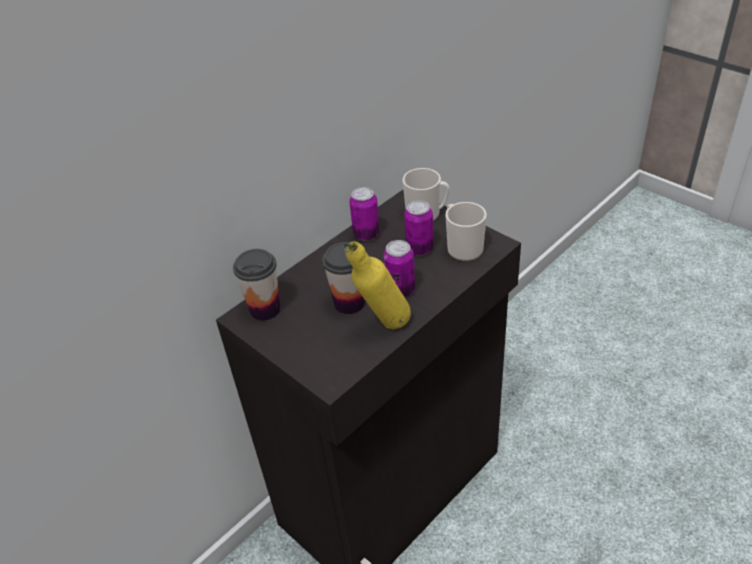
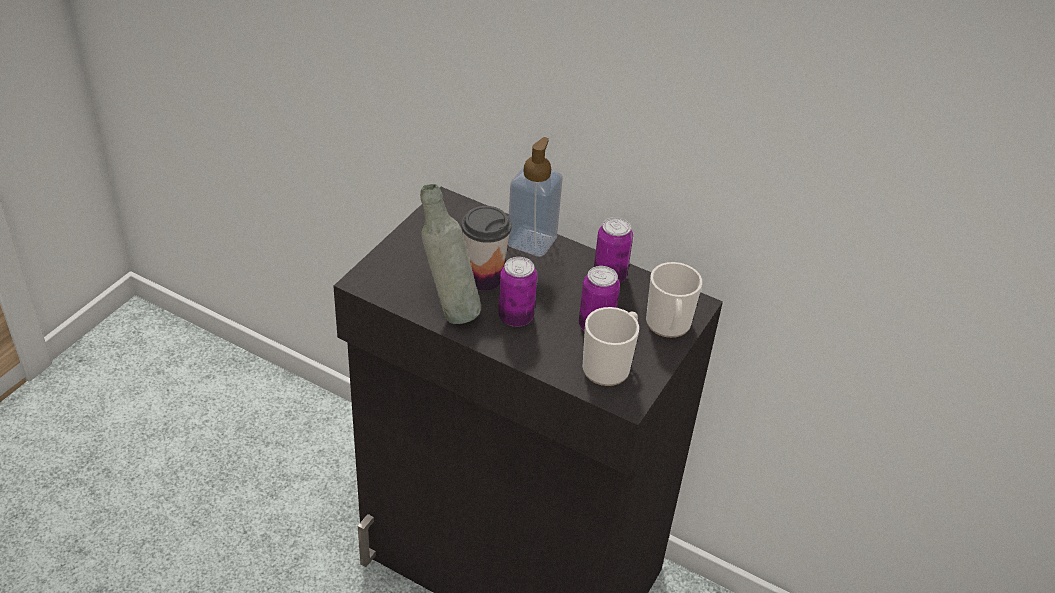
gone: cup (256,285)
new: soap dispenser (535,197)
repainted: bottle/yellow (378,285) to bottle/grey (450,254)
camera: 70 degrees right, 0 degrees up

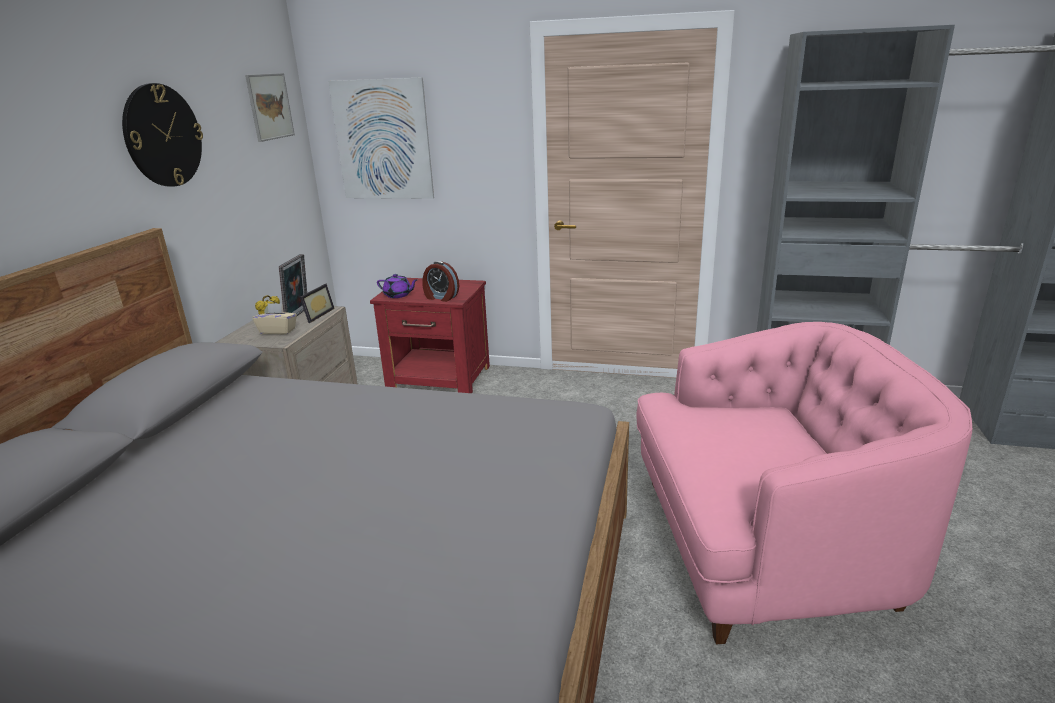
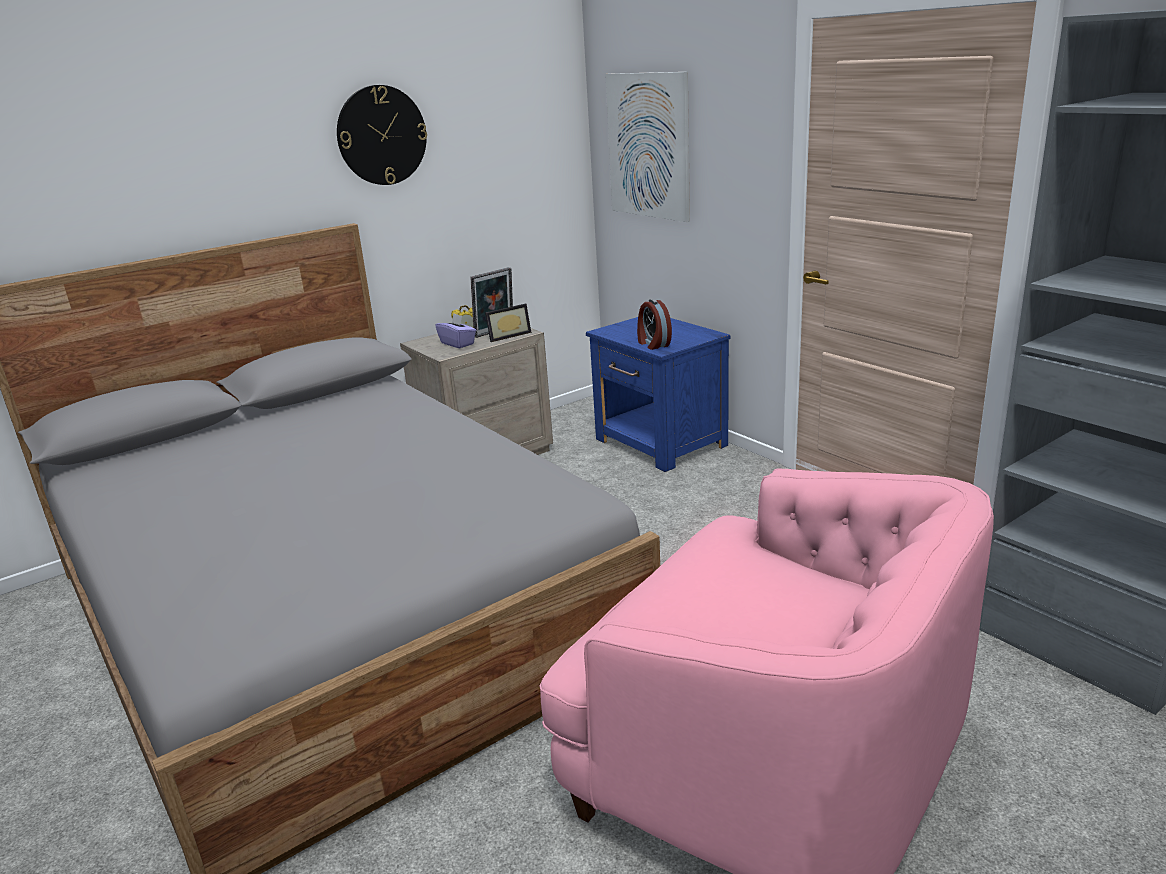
gone: picture (270,107); teapot/purple (397,286)
repainted: nightstand/red (430,335) to nightstand/blue (658,394); tissue box/beige (275,318) to tissue box/purple (455,330)
camera: 40 degrees right, 0 degrees up

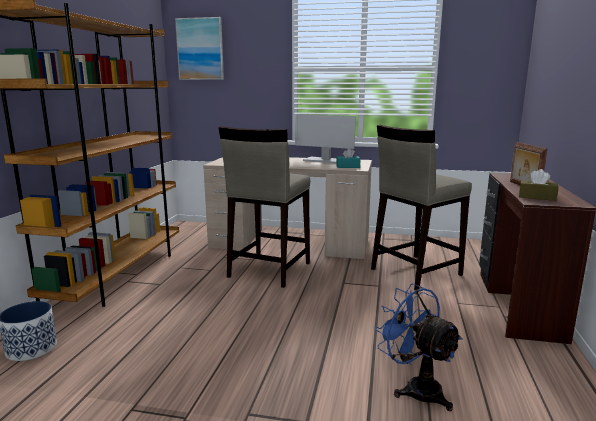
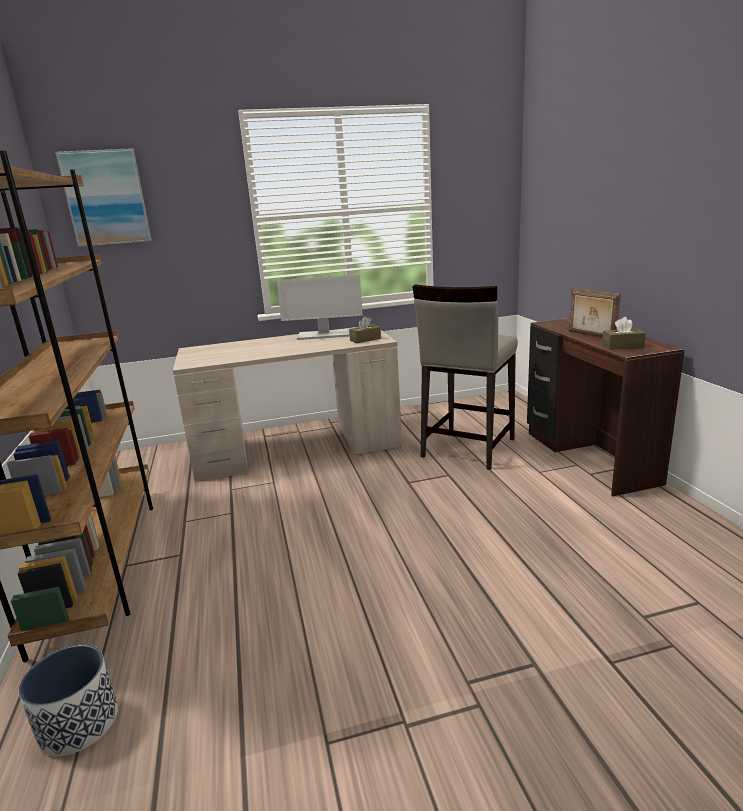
gone: stool/beige (264,207); fan/blue (419,347)
repainted: tissue box/turquoise (348,158) to tissue box/brown (365,329)
camera: 25 degrees left, 5 degrees up

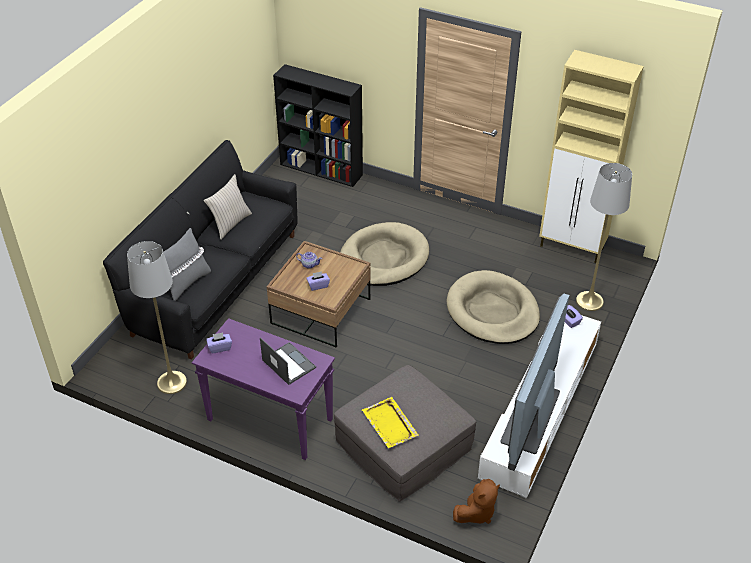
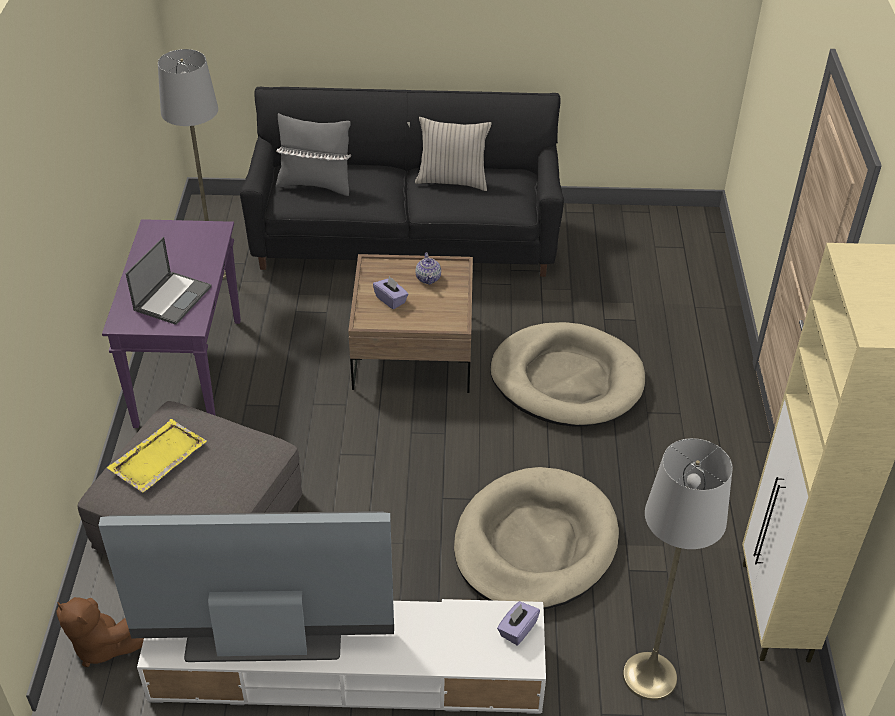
gone: bookcase/black (318,125); tissue box/purple (219,343)
camera: 65 degrees right, 0 degrees up

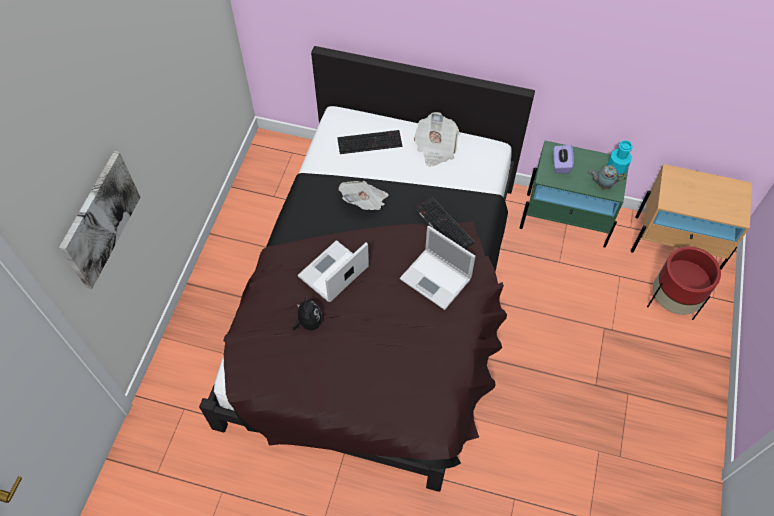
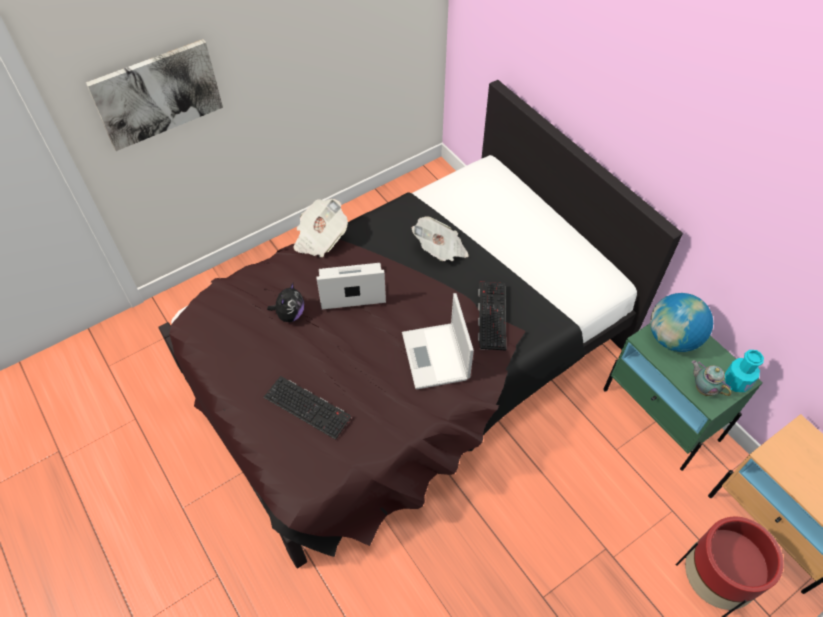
shifted: newspaper (436,139) to (320,228); keyboard (370,142) to (307,408)
swapped: tissue box/purple (563,159) to globe (681,322)
camera: 40 degrees right, 5 degrees down

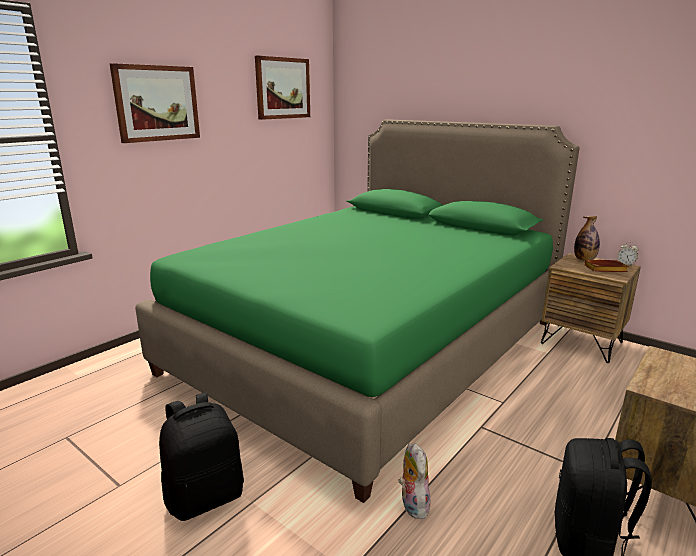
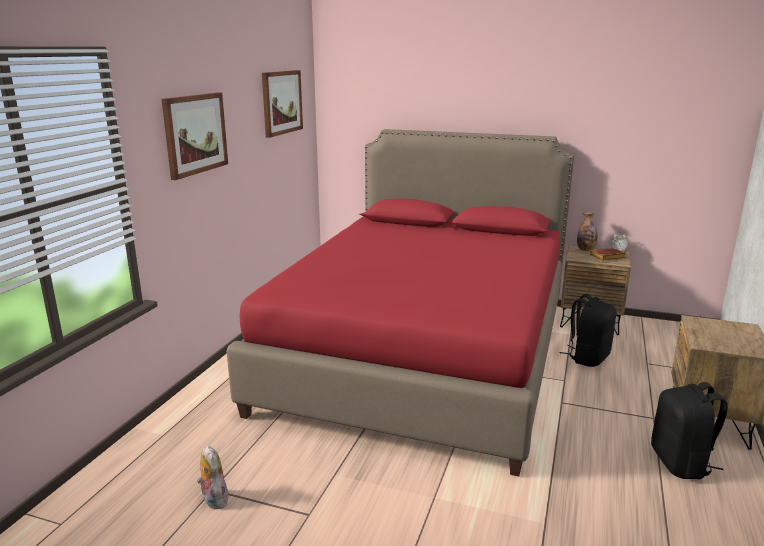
shifted: backpack/black (201,456) to (588,330); plush toy (414,481) to (212,477)
repainted: bed/green (357,311) to bed/red (400,303)
camera: 20 degrees left, 0 degrees up

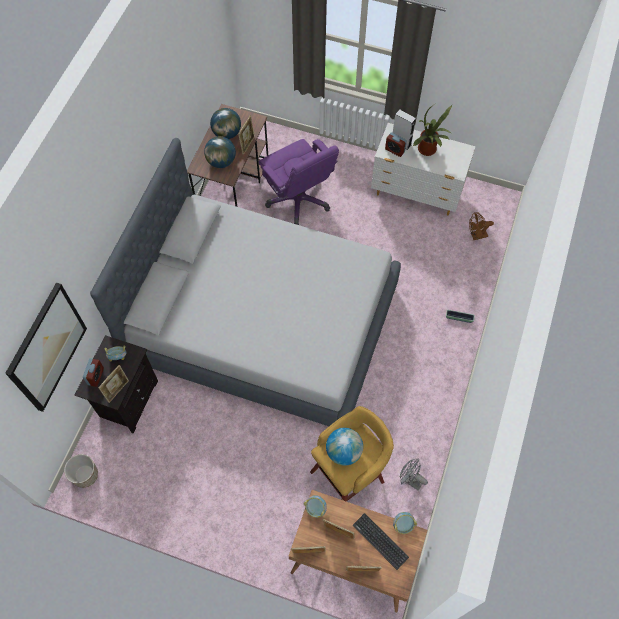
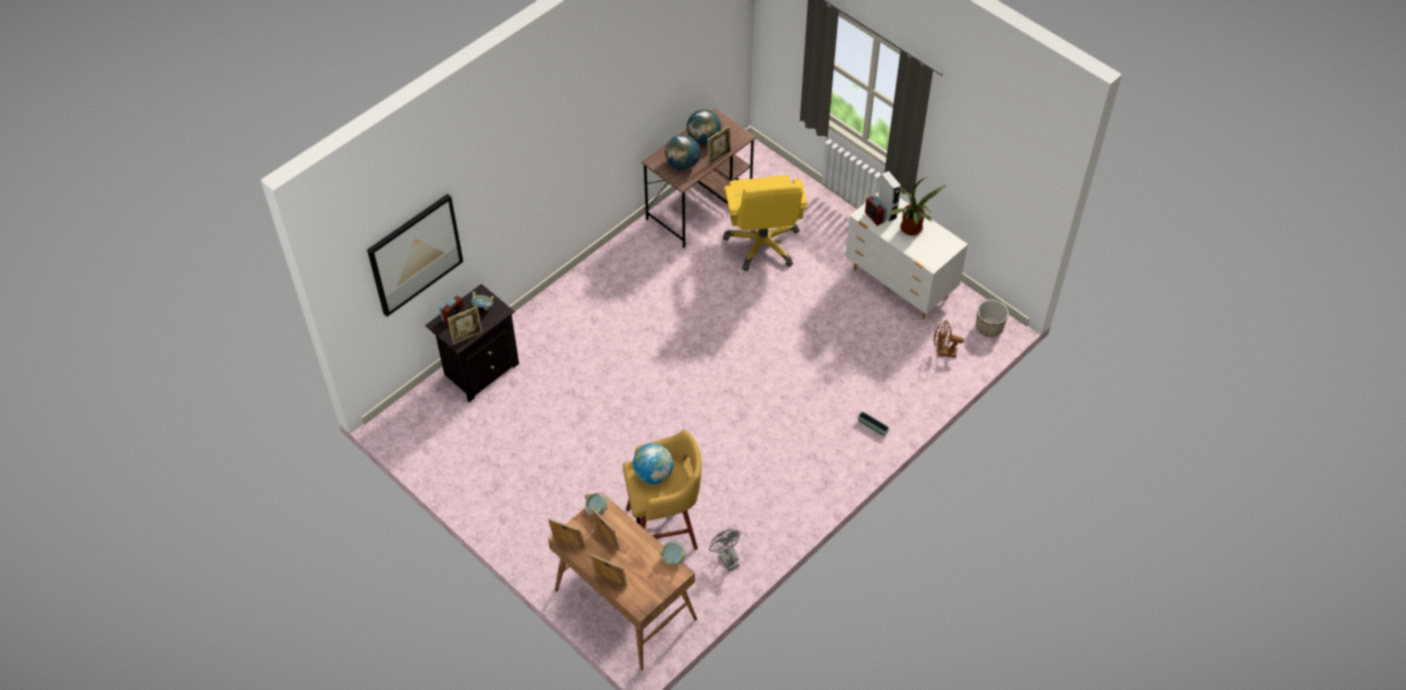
gone: bed/grey (245,282); keyboard (381,541)
shifted: planter (81,471) to (992,318)
repainted: office chair/purple (299,182) to office chair/yellow (765,223)
camera: 25 degrees right, 10 degrees down

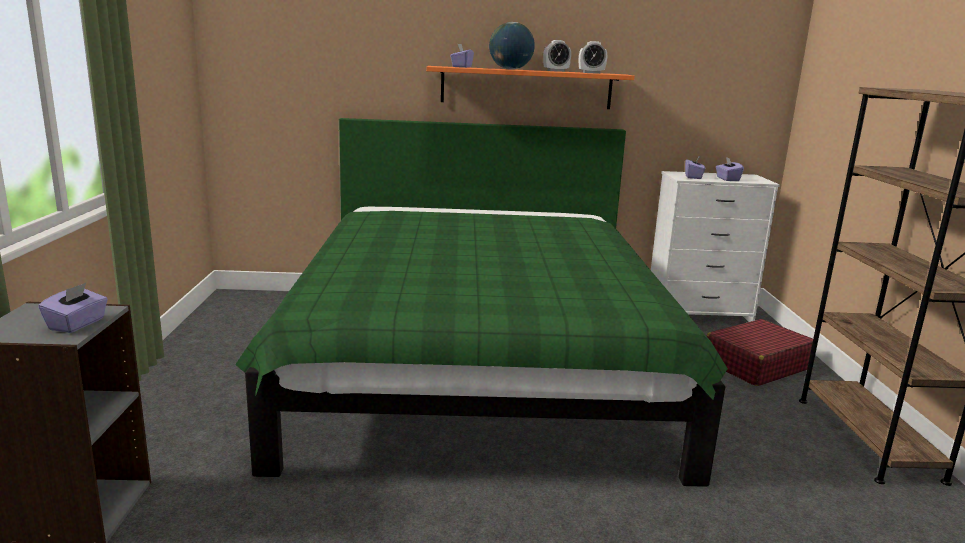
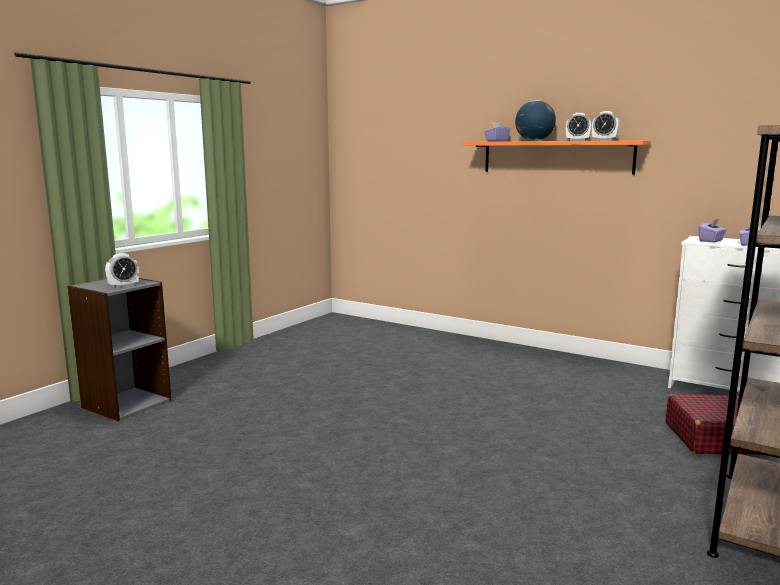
gone: bed/green (481,302)
swapped: tissue box/purple (73,308) to alarm clock (122,270)
camera: 35 degrees right, 5 degrees down

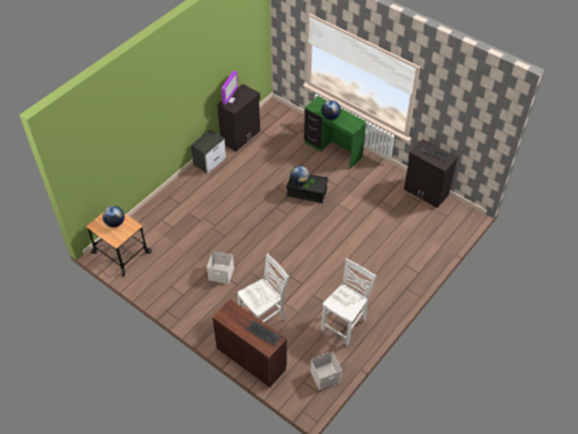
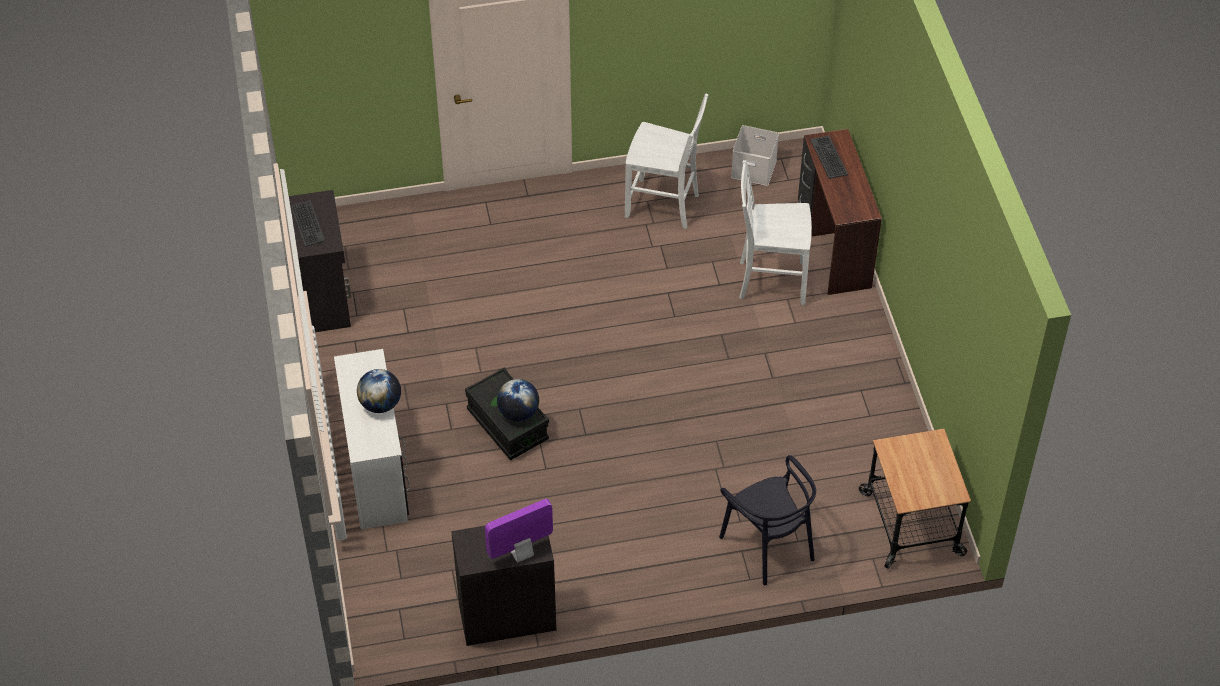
gone: nightstand (208,151); globe (114,216); storage box/white (220,267)
new: chair/black (767,520)
repainted: desk/green (335,132) to desk/white (372,439)
rotated: chair/white (348,302) = (666,161) 150 degrees counterclockwise
camera: 140 degrees left, 0 degrees up

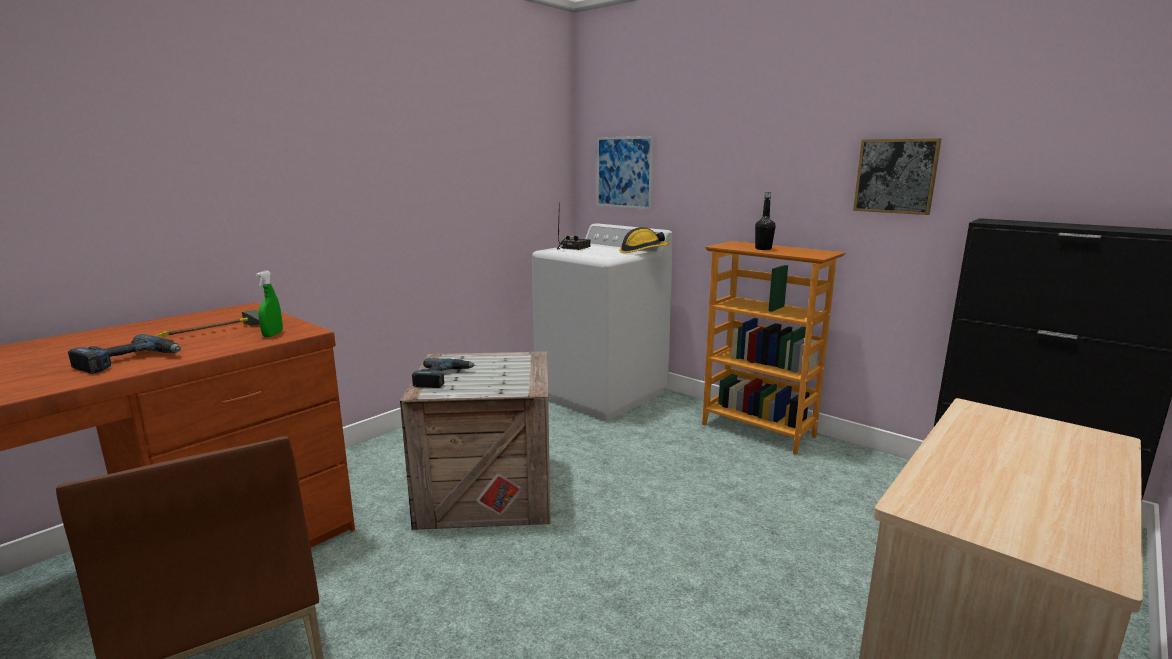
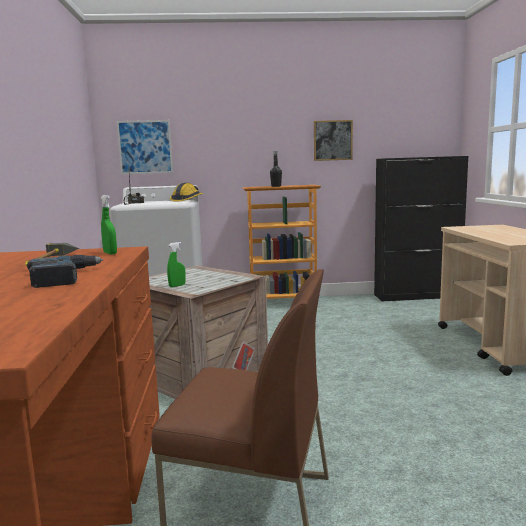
swapped: power drill (443,373) to spray bottle/green (176,264)
camera: 45 degrees left, 5 degrees down

